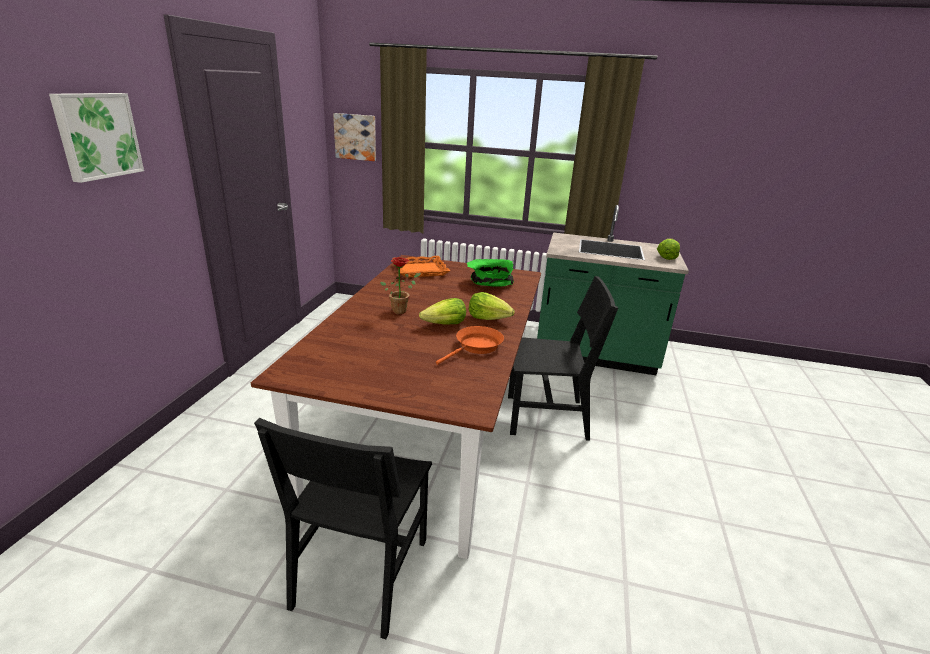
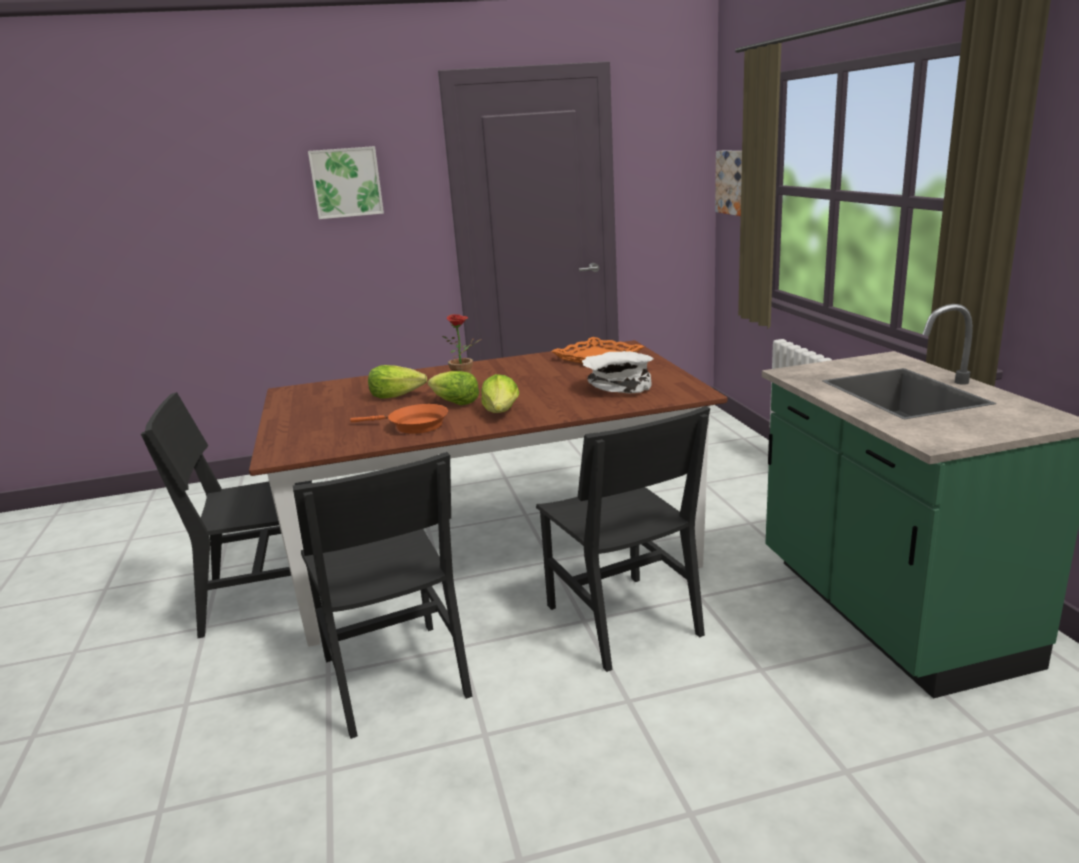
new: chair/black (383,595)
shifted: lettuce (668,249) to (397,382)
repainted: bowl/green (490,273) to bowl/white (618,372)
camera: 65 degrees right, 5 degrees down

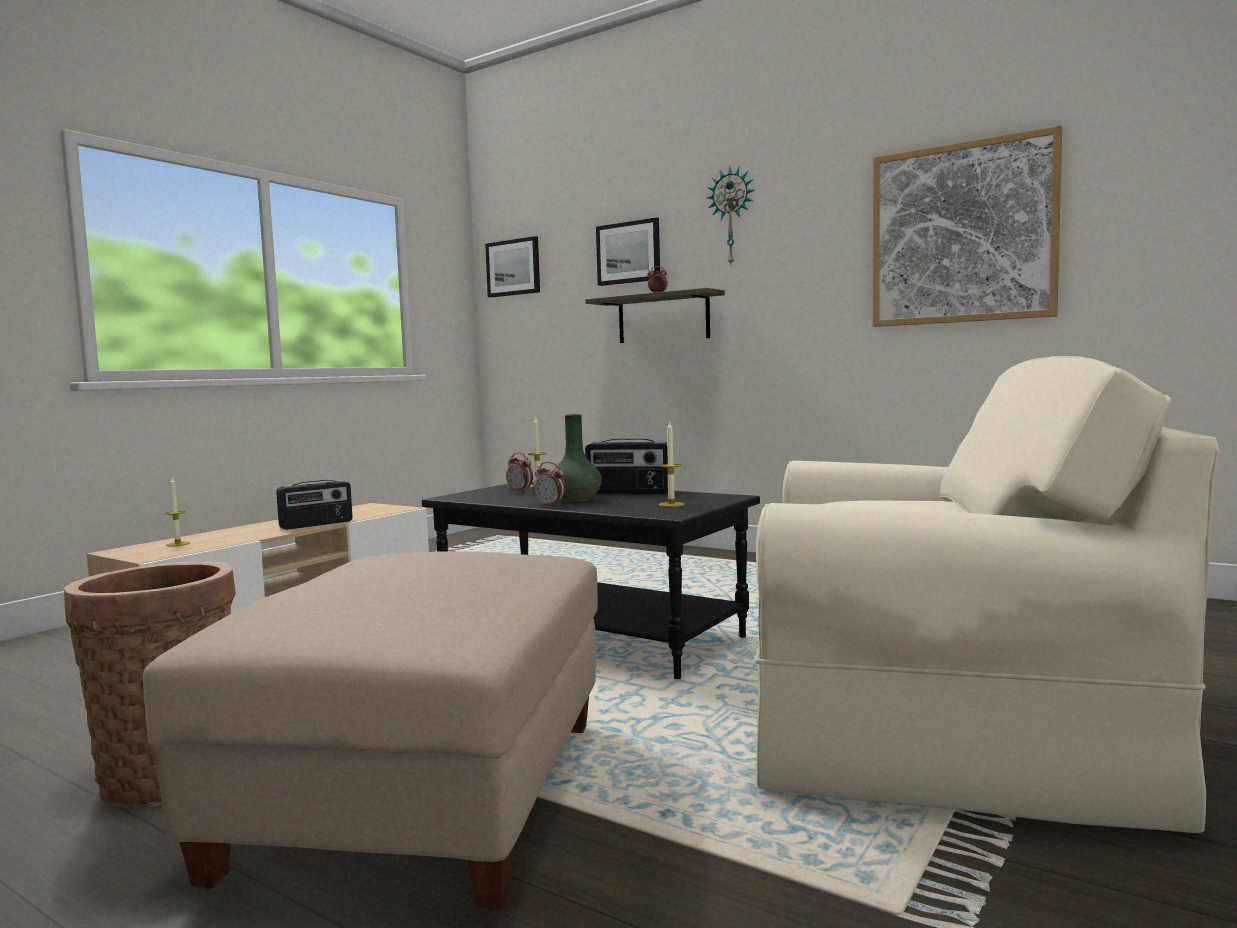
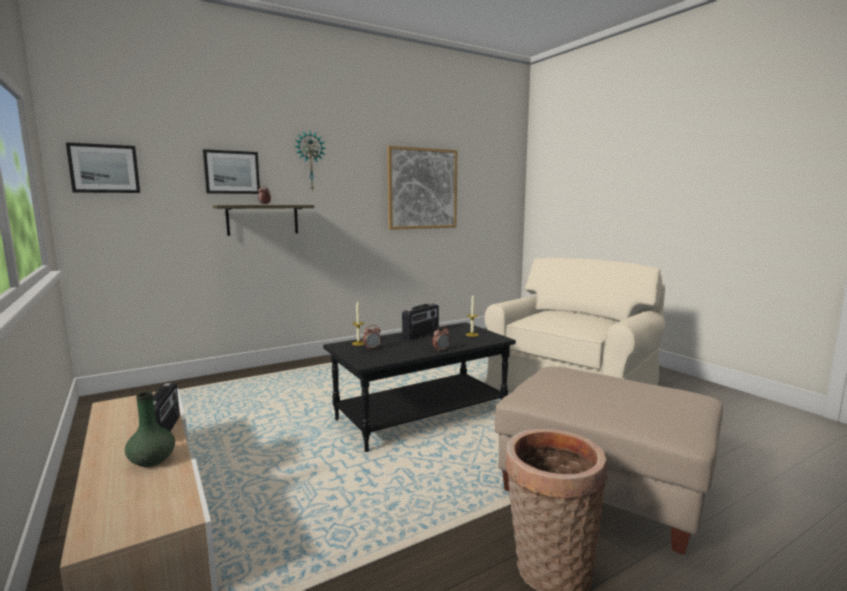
gone: candle (177,512)
shifted: vase/green (578,458) to (150,429)
camera: 65 degrees left, 5 degrees up

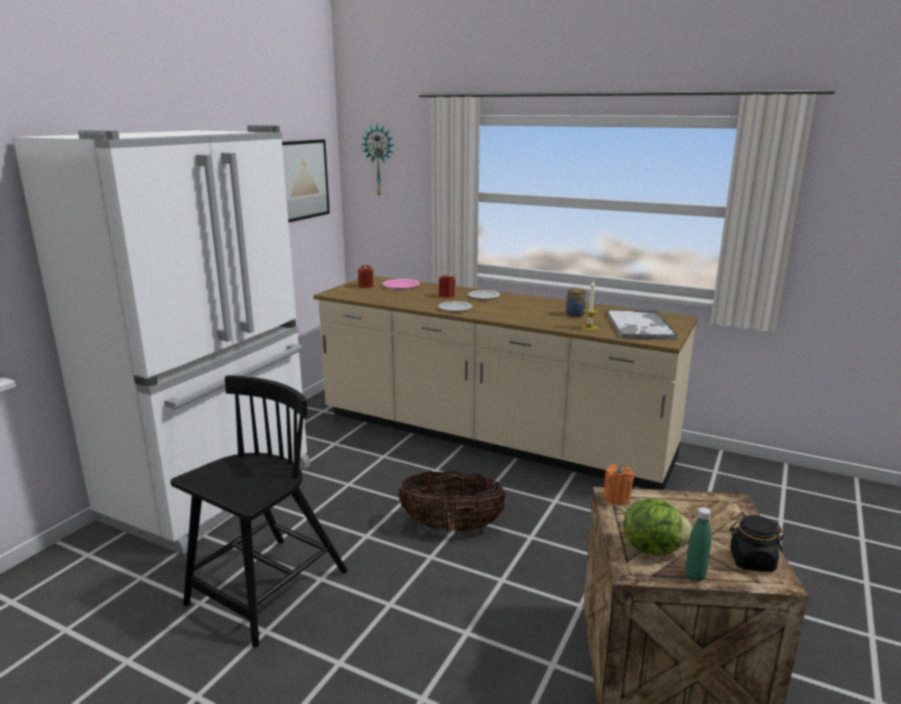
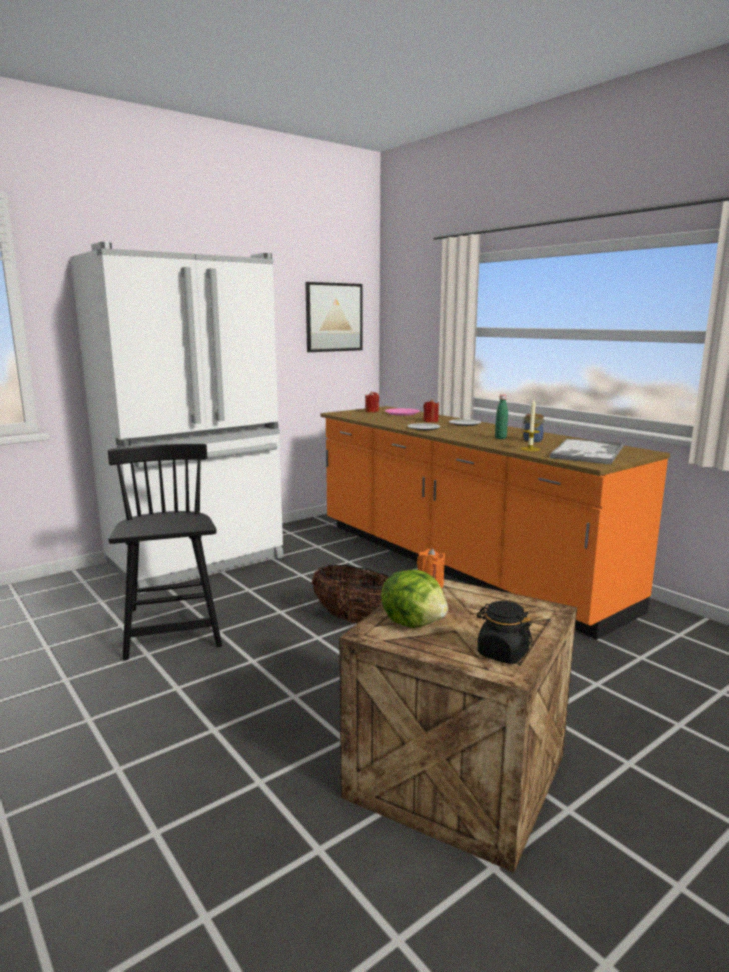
gone: wall clock (377,161)
shifted: bottle/green (698,544) to (501,417)
repainted: counter/beige (505,383) to counter/orange (495,523)
rotated: chair/black (259,511) = (165,552) 75 degrees counterclockwise
camera: 25 degrees right, 5 degrees down

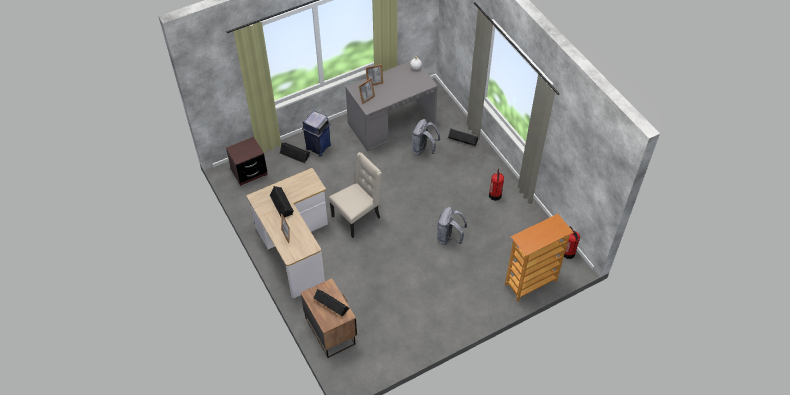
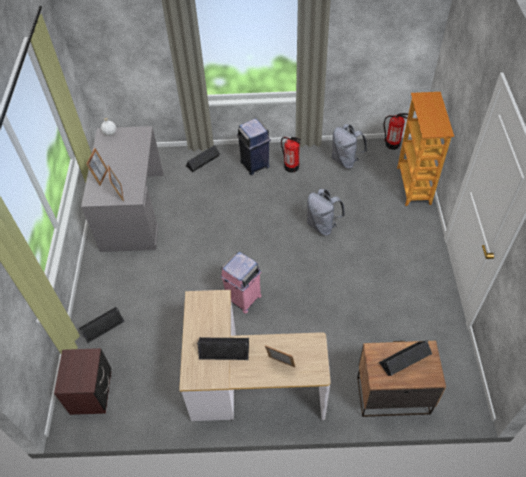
shifted: trash can/blue (316,134) to (254,146); backpack/grey (426,137) to (349,146)
swapped: chair/beige (355,195) to trash can/pink (240,282)
camera: 60 degrees left, 0 degrees up

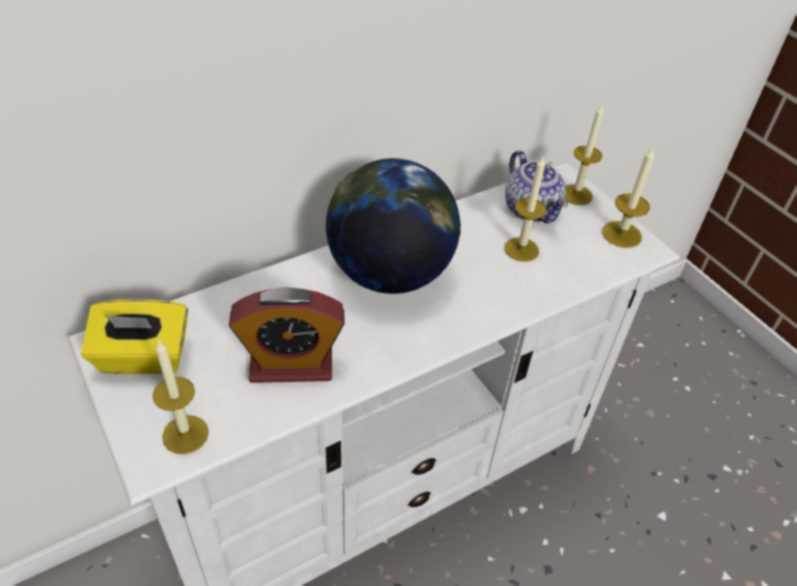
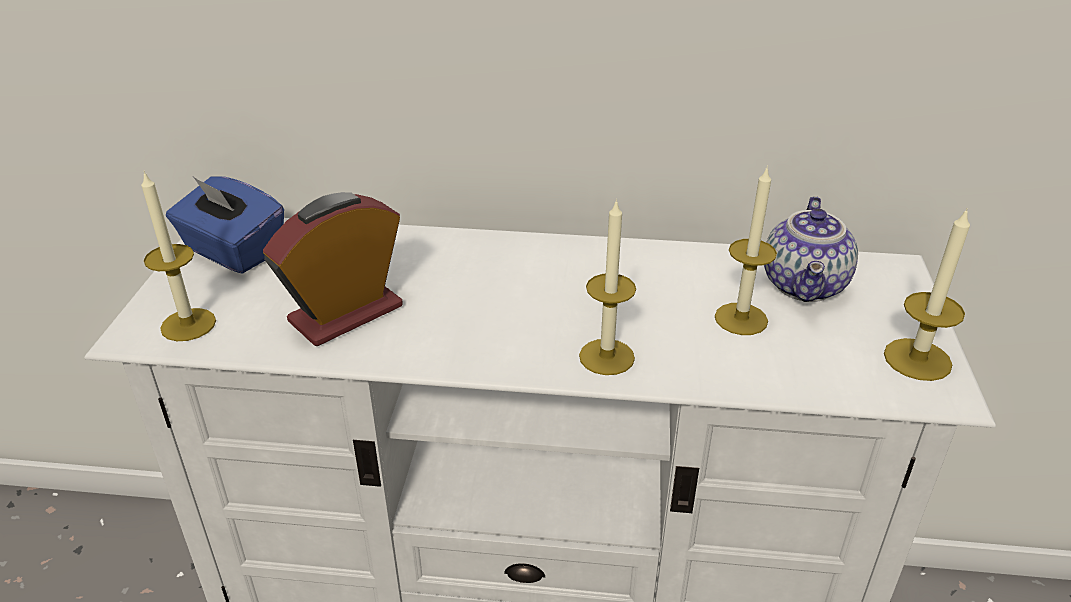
gone: globe (393,226)
shifted: candle (584,155) to (607,287)
repainted: tissue box/yellow (134,336) to tissue box/blue (225,225)
rotated: alarm clock (287,335) = (333,269) 105 degrees clockwise
camera: 40 degrees right, 10 degrees down

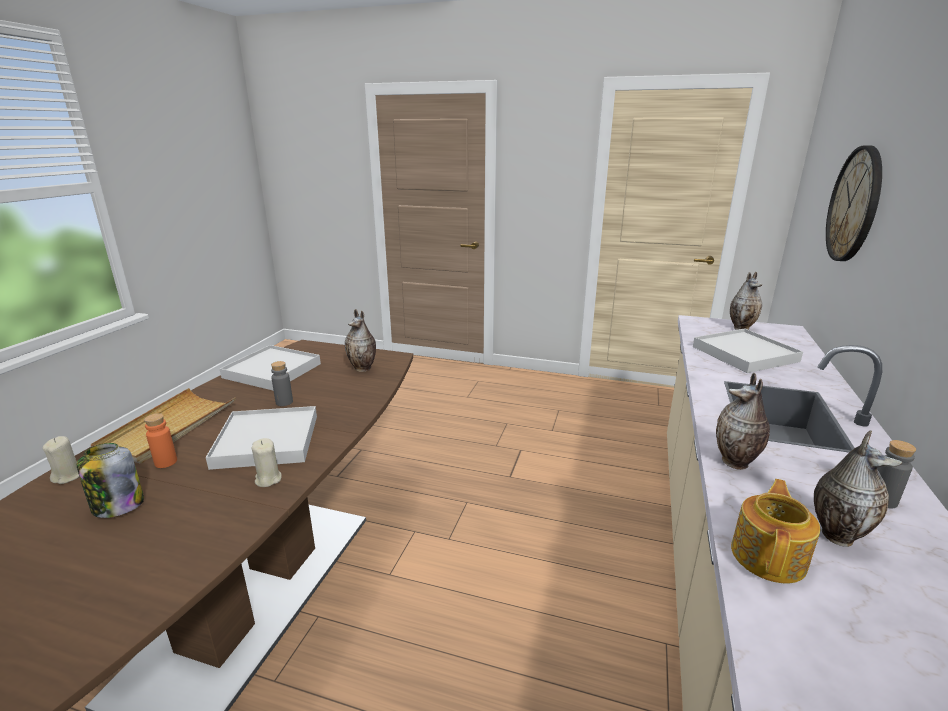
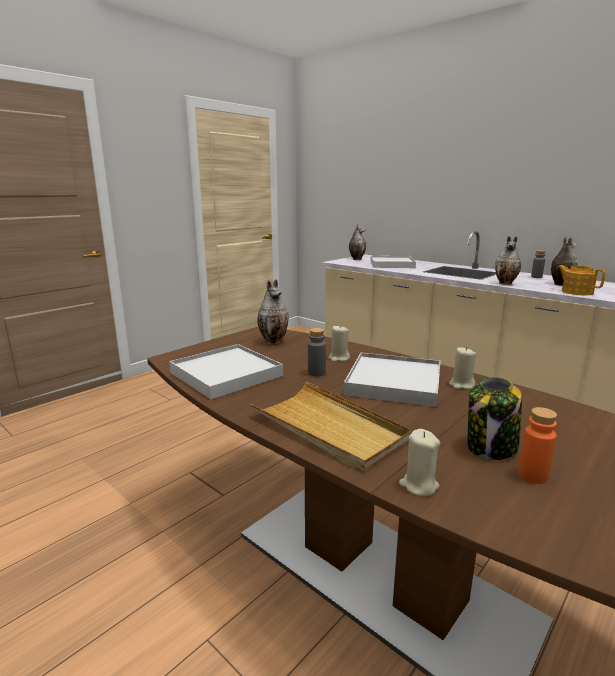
gone: wall clock (854,203)
new: candle/beige (339,344)
shifted: bottle/orange (160,440) to (537,445)
camera: 65 degrees left, 5 degrees down

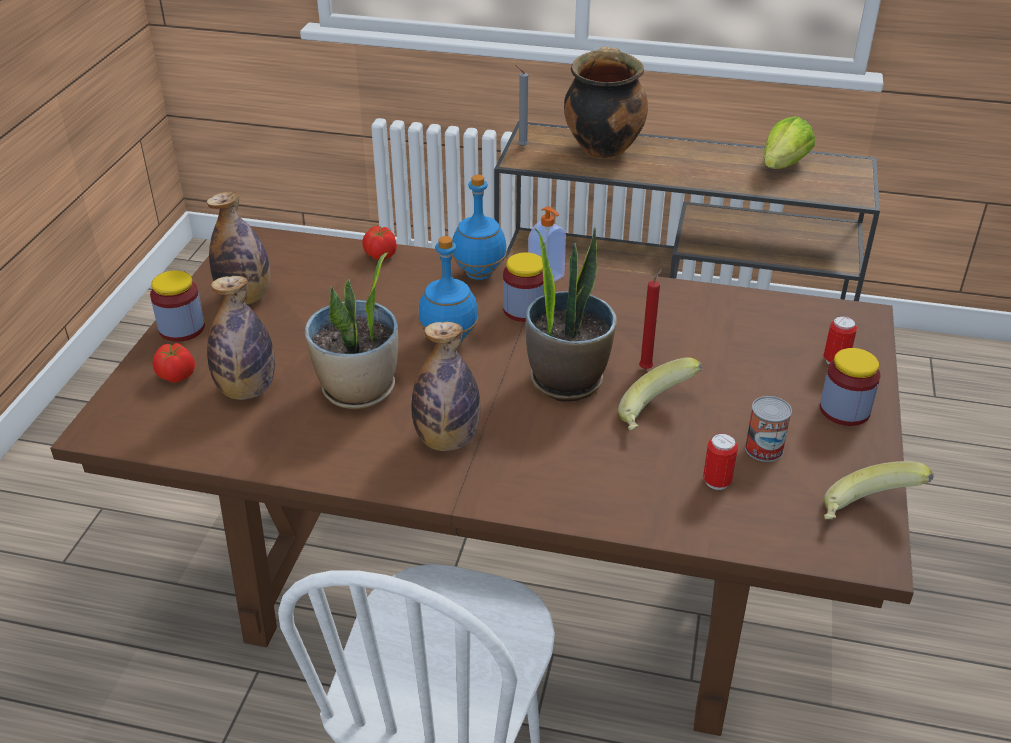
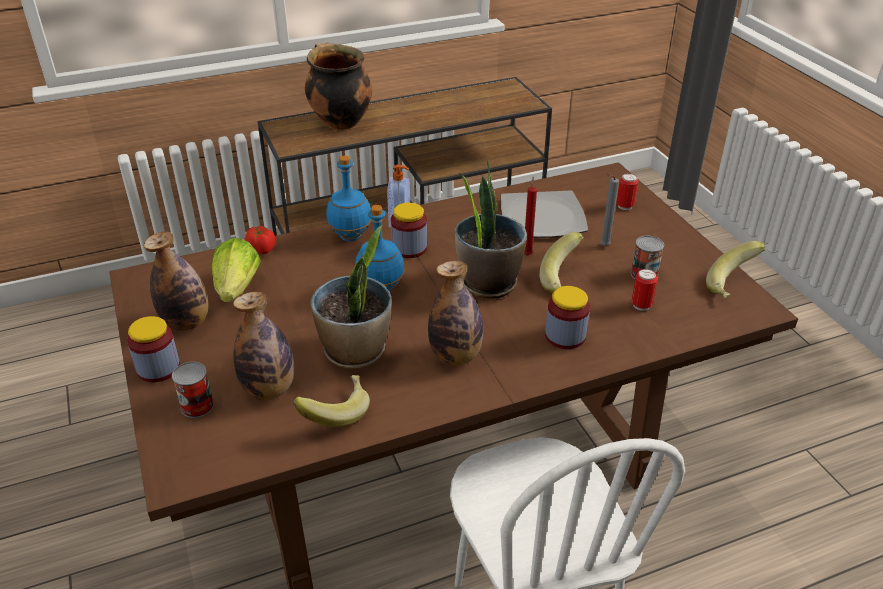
new: plate (544,214); banana (331,401)
shifted: candle/grey (521,106) to (609,210); lettuce (789,142) to (236,270); jar (850,387) to (567,317)
swapped: tomato (174,363) to can (193,389)
camera: 35 degrees left, 0 degrees up

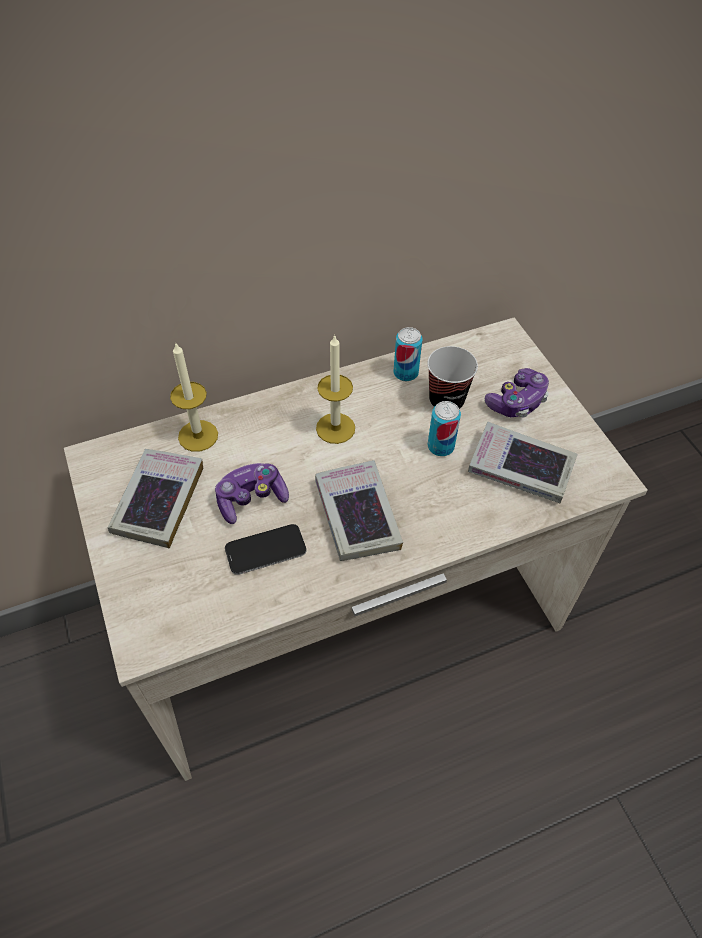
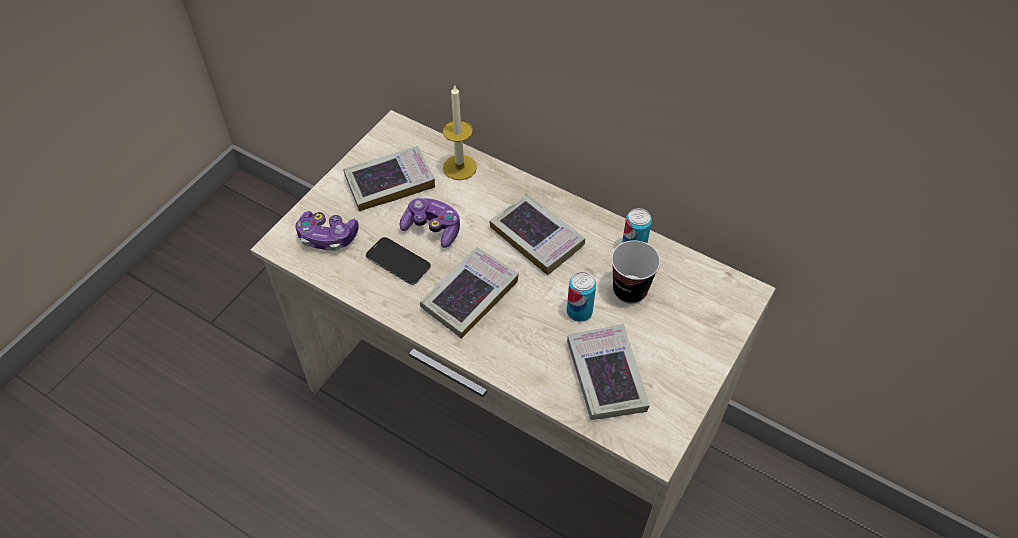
shifted: game controller (517,392) to (327,231)
swapped: candle (335,389) to book (537,234)
camera: 55 degrees right, 0 degrees up

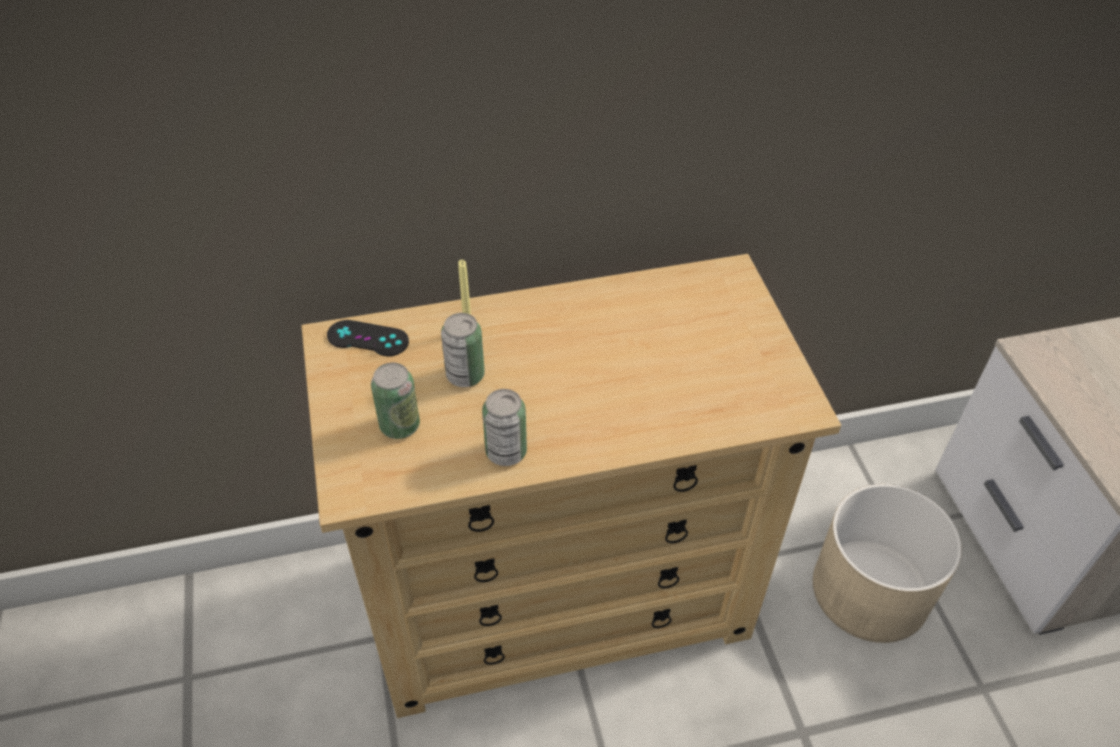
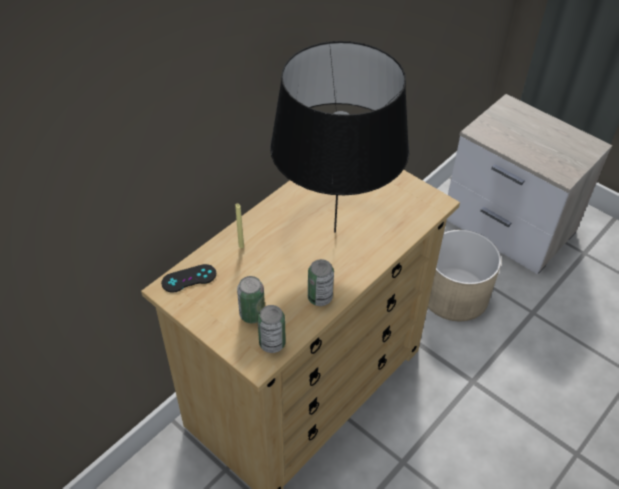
new: table lamp/black (339,137)
shifted: can (463,350) to (271,329)
camera: 35 degrees left, 0 degrees up

